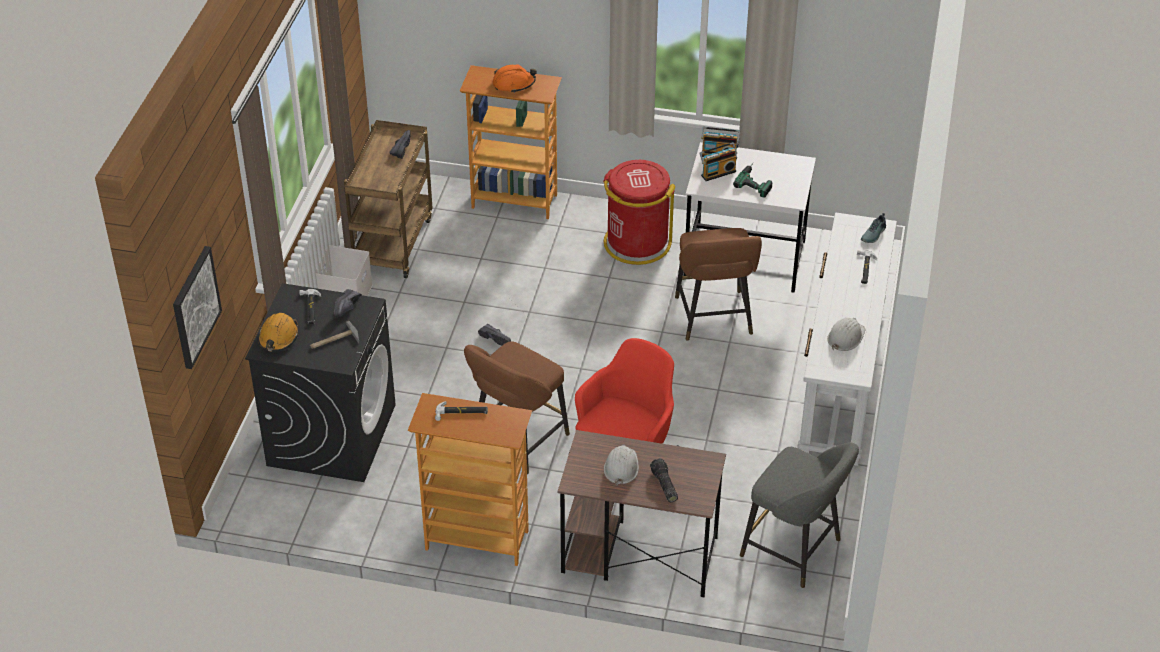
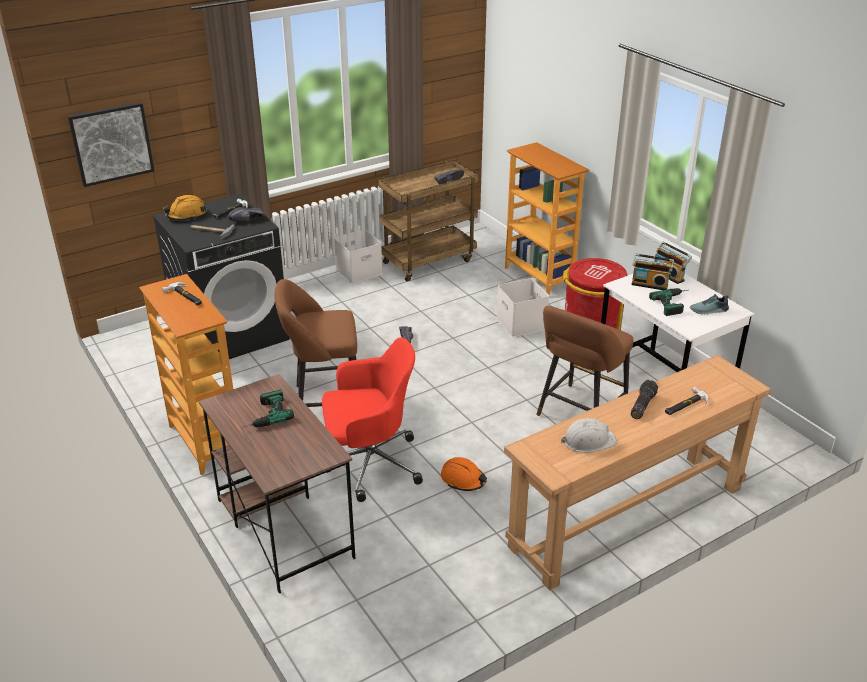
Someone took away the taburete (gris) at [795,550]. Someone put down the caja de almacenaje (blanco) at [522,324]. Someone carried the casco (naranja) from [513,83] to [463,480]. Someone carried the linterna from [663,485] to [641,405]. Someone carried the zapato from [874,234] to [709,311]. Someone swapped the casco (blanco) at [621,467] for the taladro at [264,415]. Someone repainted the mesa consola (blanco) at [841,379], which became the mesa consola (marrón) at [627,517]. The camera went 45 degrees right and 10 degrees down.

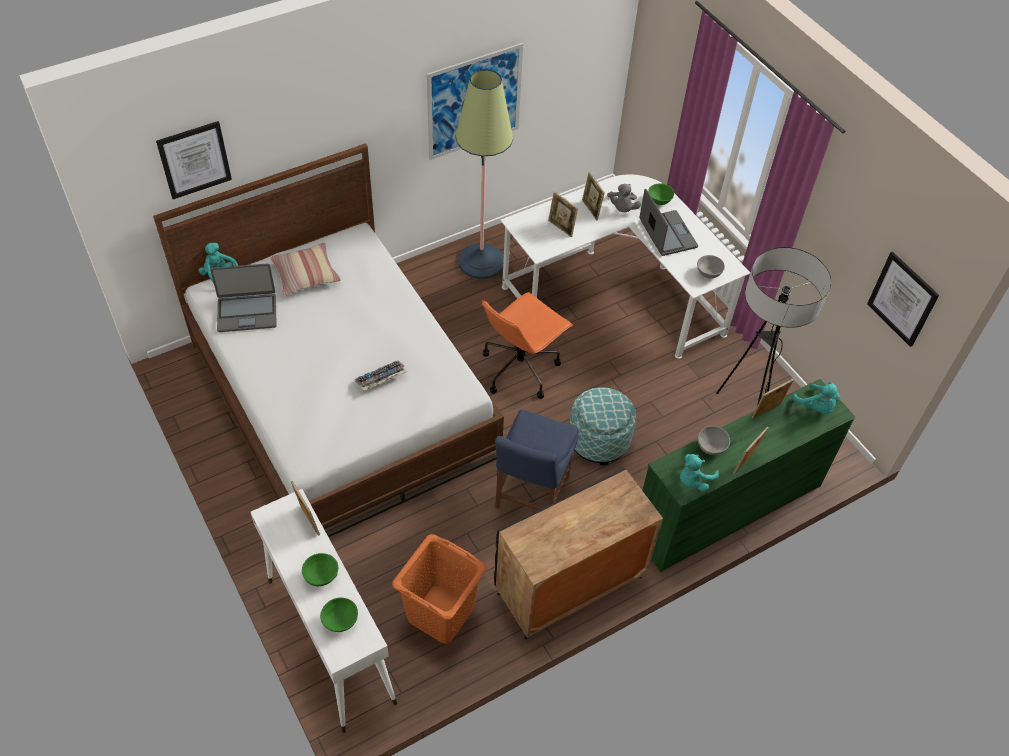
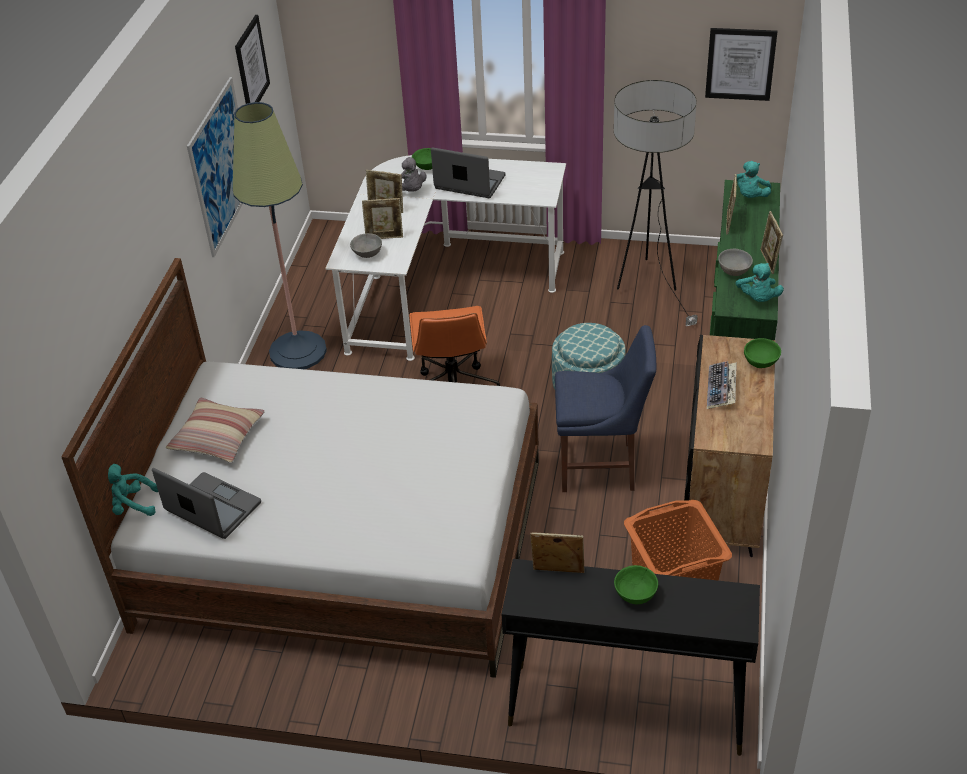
Someone carried the cuadro from [194,160] to [251,65]. Someone carried the cuenco (verde) from [340,621] to [761,363]. Someone carried the teclado from [381,379] to [721,390]. Someone carried the cuenco (gris) from [708,273] to [367,254]. Someone repainted the mesa consola (blanco) at [330,640], which became the mesa consola (negro) at [625,709]. Someone rotated the portátil at [247,313] by 90 degrees counterclockwise. Someone rotated the silla (azul) at [530,496] by 60 degrees counterclockwise. Someone rotated the peluche (turquesa) at [816,407] by 105 degrees clockwise. The camera went 45 degrees left and 10 degrees down.

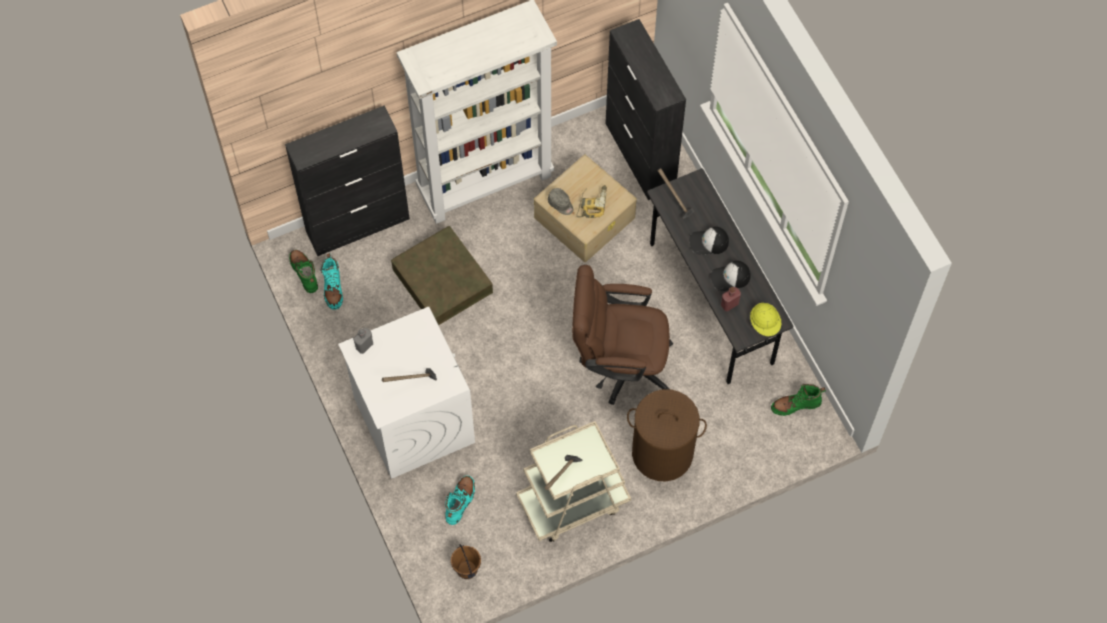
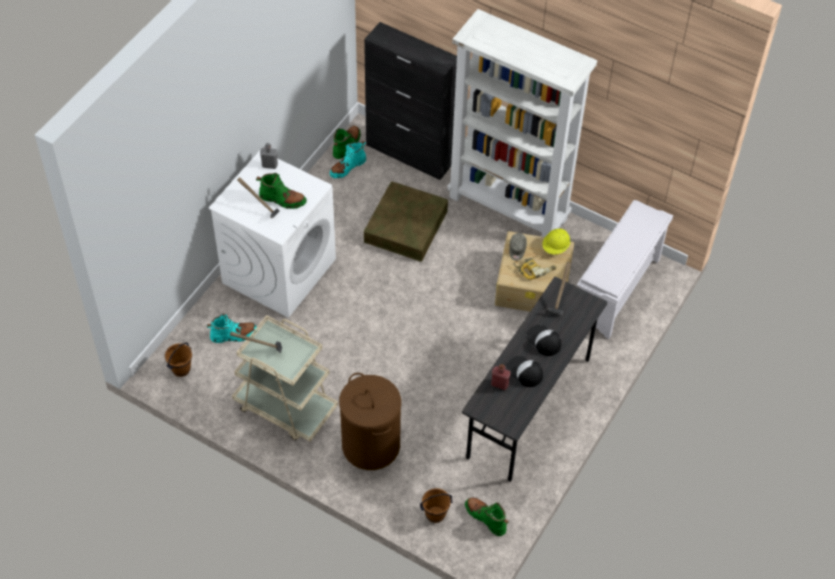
Someone took away the silla de oficina (marrón) at [618,363]. Someone put down the bota (verde) at [282,199]. Someone put down the cubo (marrón) at [435,514]. Someone carried the casco (amarillo) from [765,323] to [555,247]. Someone swapped the armario (negro) at [640,156] for the zapatero (blanco) at [617,291]. The camera went 55 degrees right and 10 degrees down.

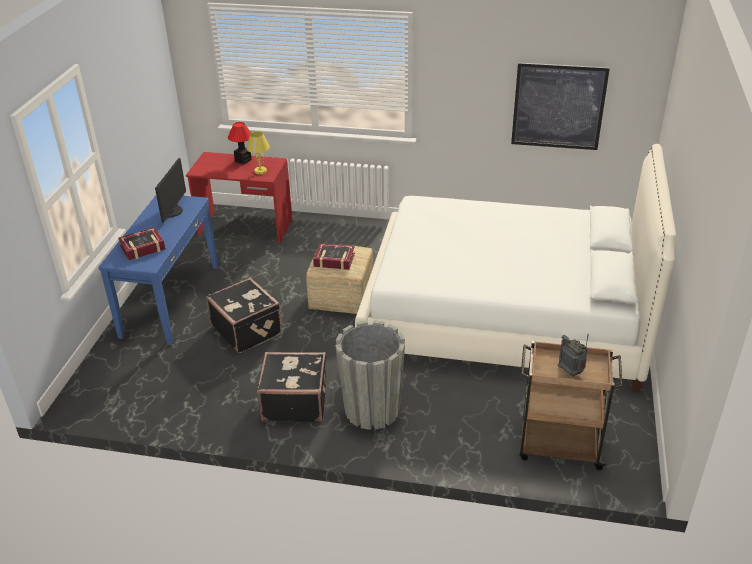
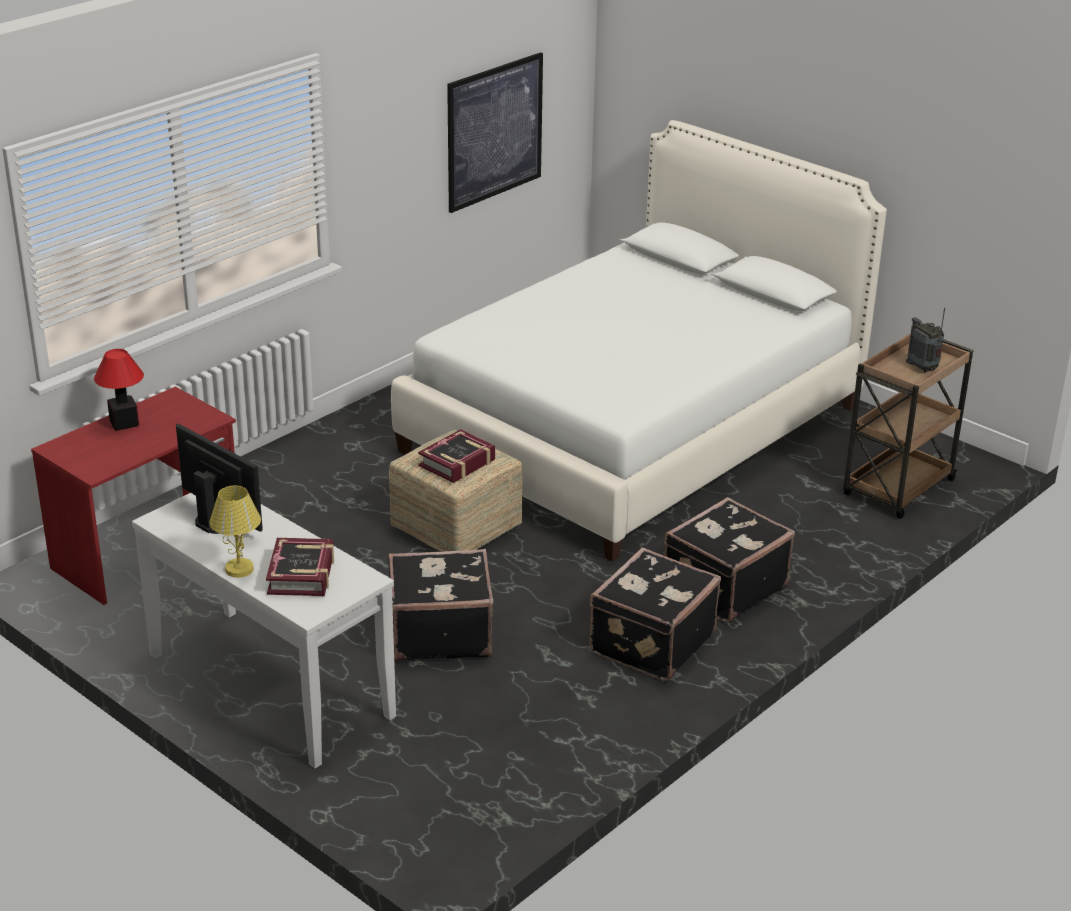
Someone carried the lámpara de mesa (amarillo) from [260,171] to [240,569]. Someone swapped the maceta (gris) at [372,410] for the maleta (negro) at [723,587]. Someone repainted the mesa consola (azul) at [170,300], which became the mesa consola (blanco) at [269,685]. Someone rotated the radio at [571,372] by 60 degrees clockwise. The camera went 60 degrees left and 5 degrees down.

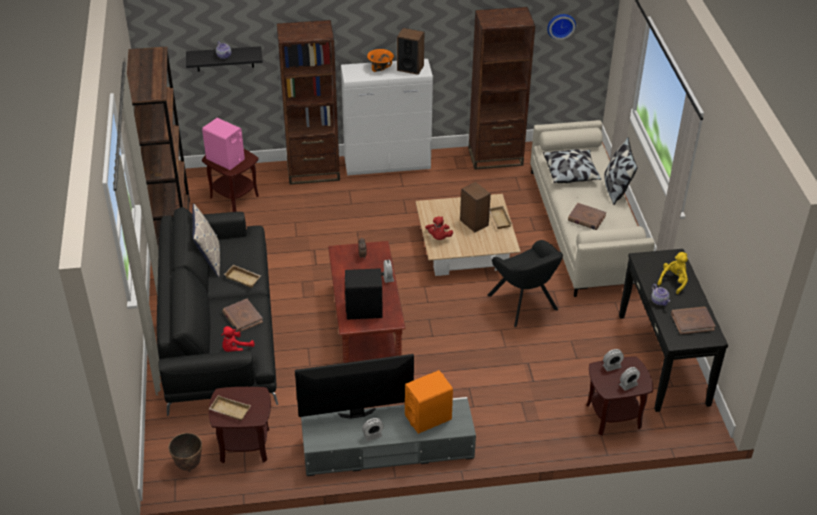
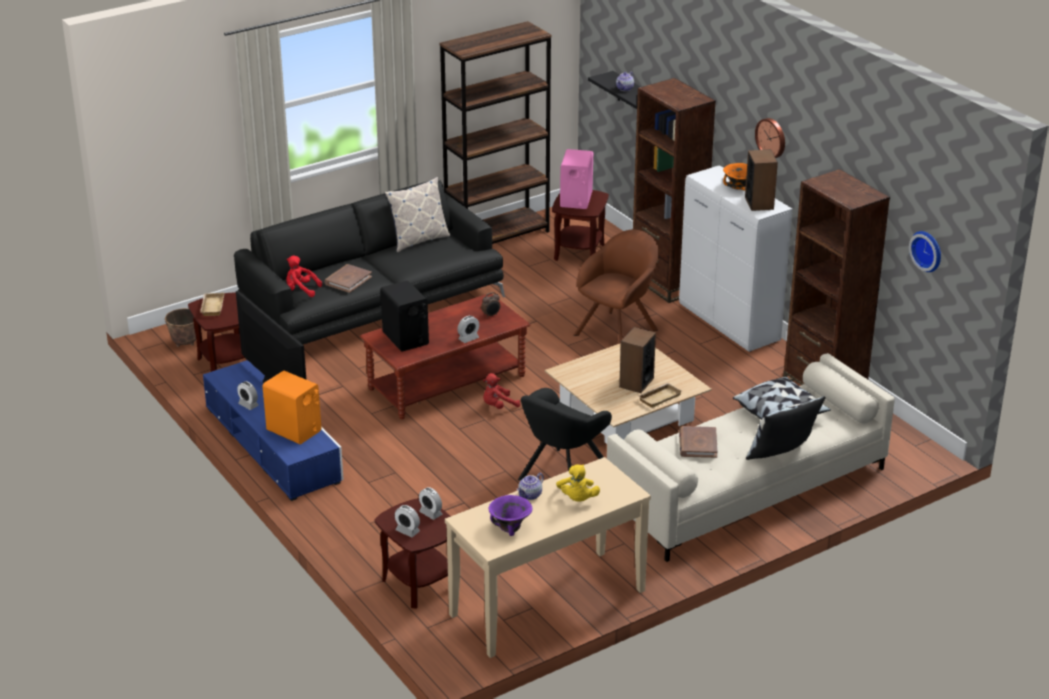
Someone took away the bandeja (beis) at [243,278]. Someone put down the sillón (marrón) at [618,330]. Someone put up the reloj de pared at [771,138]. Someone carried the peluche (rojo) from [438,237] to [498,406]. Someone swapped the libro (marrón) at [692,321] for the cuenco (morado) at [510,526]. Someone repainted the mueble de televisión (gris) at [387,448], which became the mueble de televisión (azul) at [273,444]. Someone repainted the mesa consola (negro) at [663,359], which became the mesa consola (beis) at [548,603]. Someone rotated the peluche (amarillo) at [673,281] by 75 degrees clockwise. The camera went 65 degrees right and 10 degrees down.

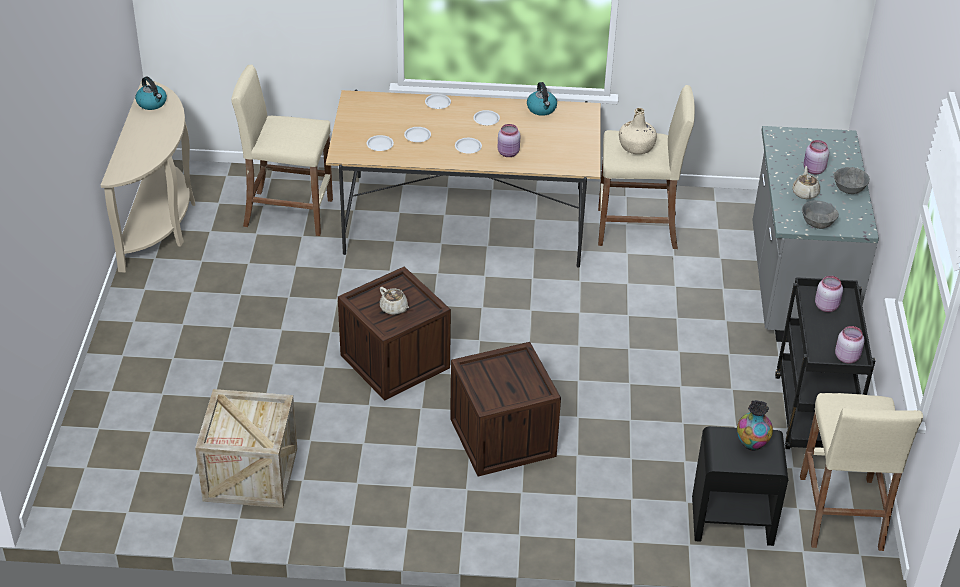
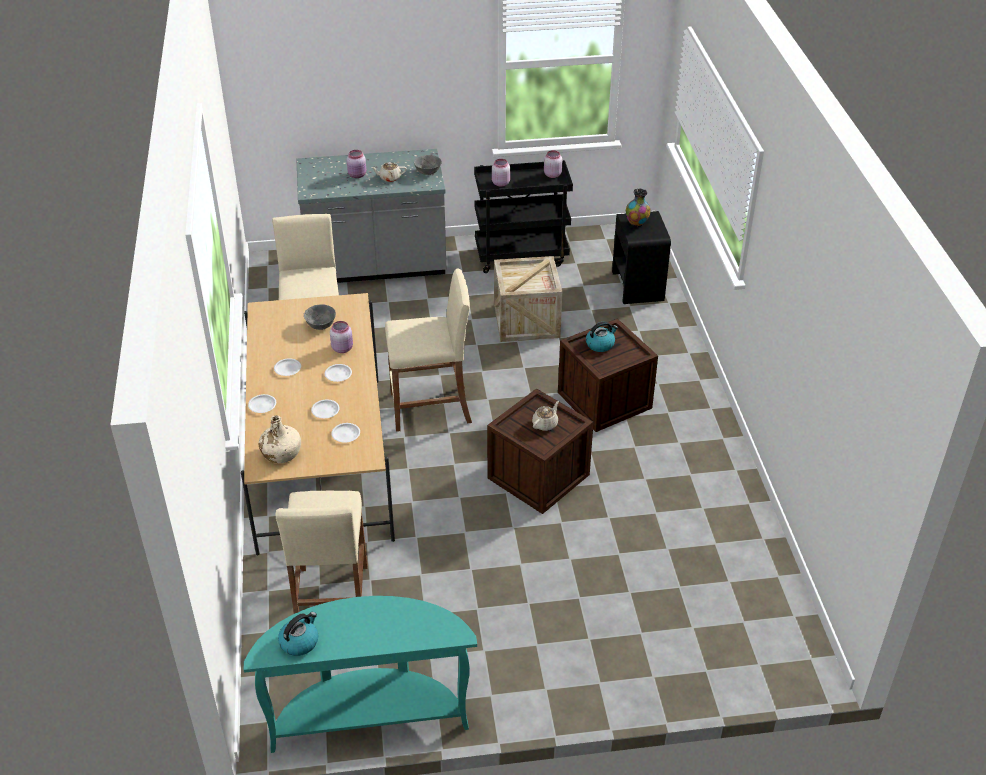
Someone carried the caja de embalaje from [250,474] to [526,321]. Someone carried the hervidor from [542,109] to [600,344]. Someone carried the botella (beis) from [636,147] to [281,453]. Someone carried the taburete (beis) from [841,513] to [431,408]. Someone carried the cuenco (gris) from [848,189] to [321,325]. Someone repainted the mesa consola (beis) at [160,222], which became the mesa consola (turquesa) at [369,716]. The camera went 100 degrees left and 0 degrees up.

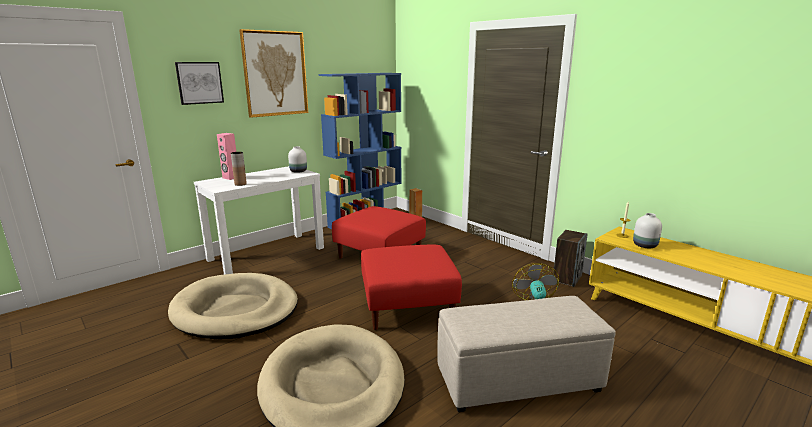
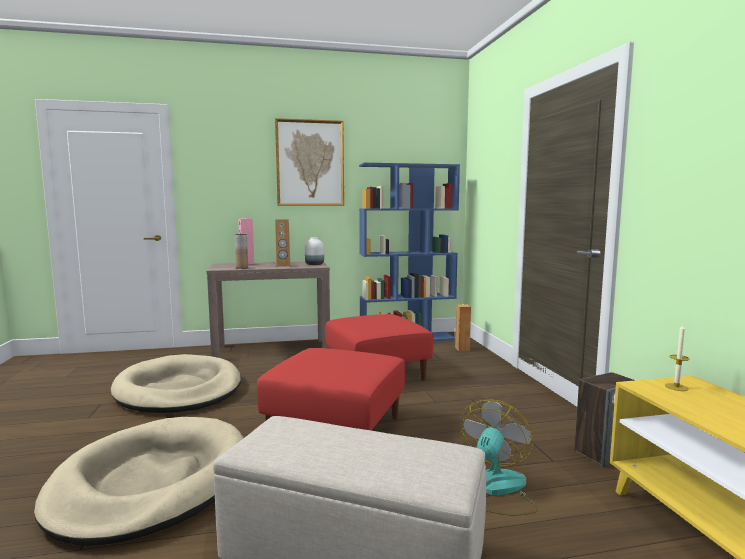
Someone took away the cuadro at [199,83]. Someone took away the florero (blanco) at [645,245]. Someone put down the altavoz (marrón) at [283,265]. Someone repainted the mesa consola (blanco) at [267,253], which became the mesa consola (marrón) at [272,350]. The camera went 30 degrees right and 10 degrees down.

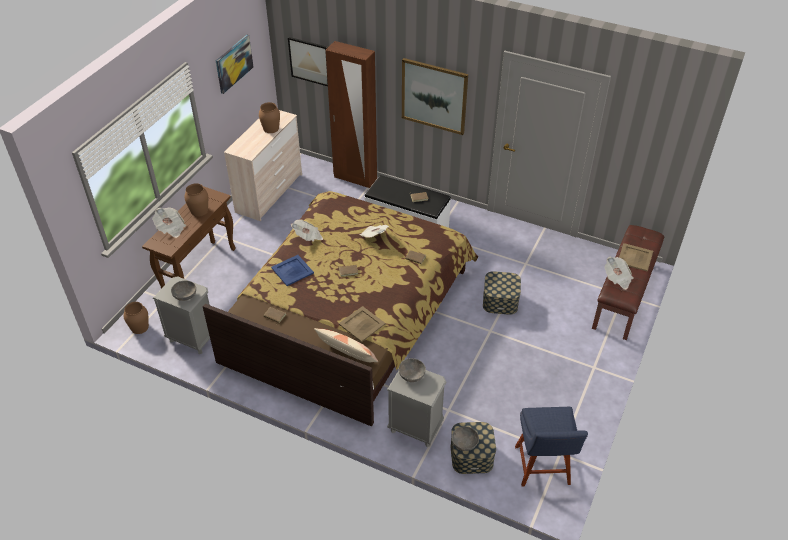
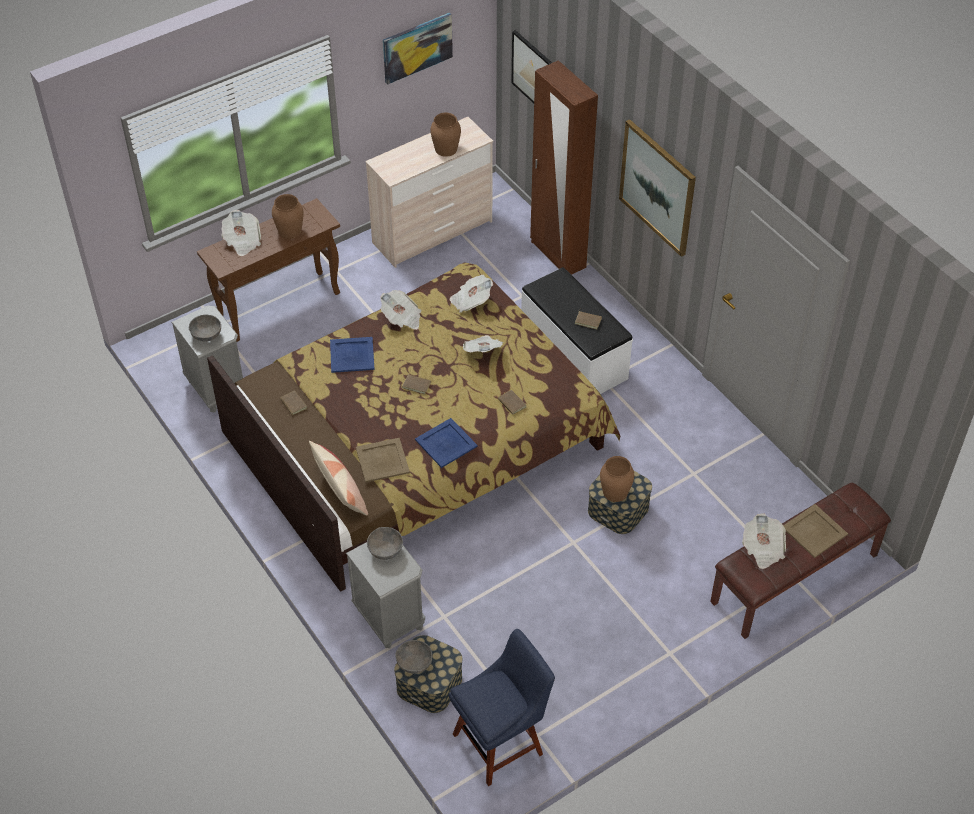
Someone put down the bandeja (azul) at [445,443]. Someone put down the periódico at [471,301]. Someone carried the florero (marrón) from [139,327] to [615,491]. Someone rotated the silla (azul) at [542,468] by 150 degrees counterclockwise. The camera went 30 degrees right and 5 degrees up.

